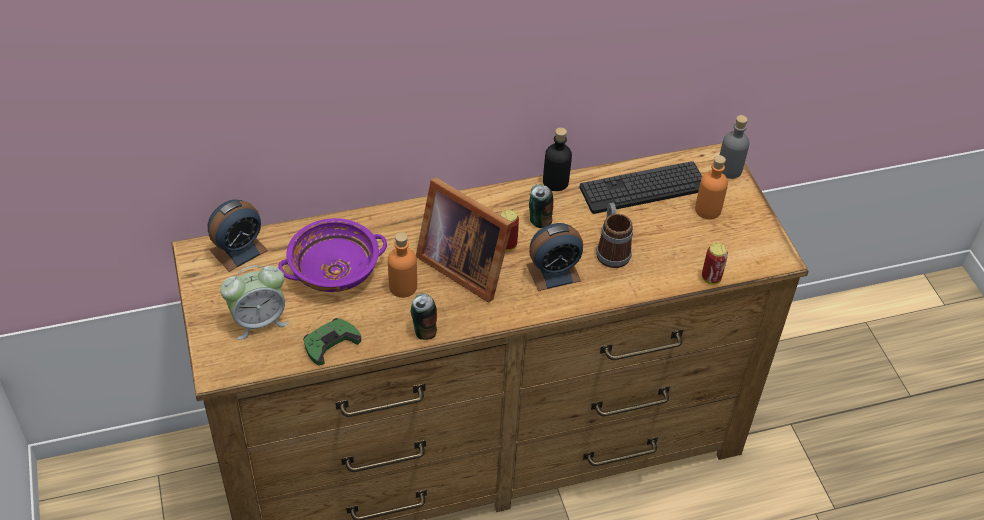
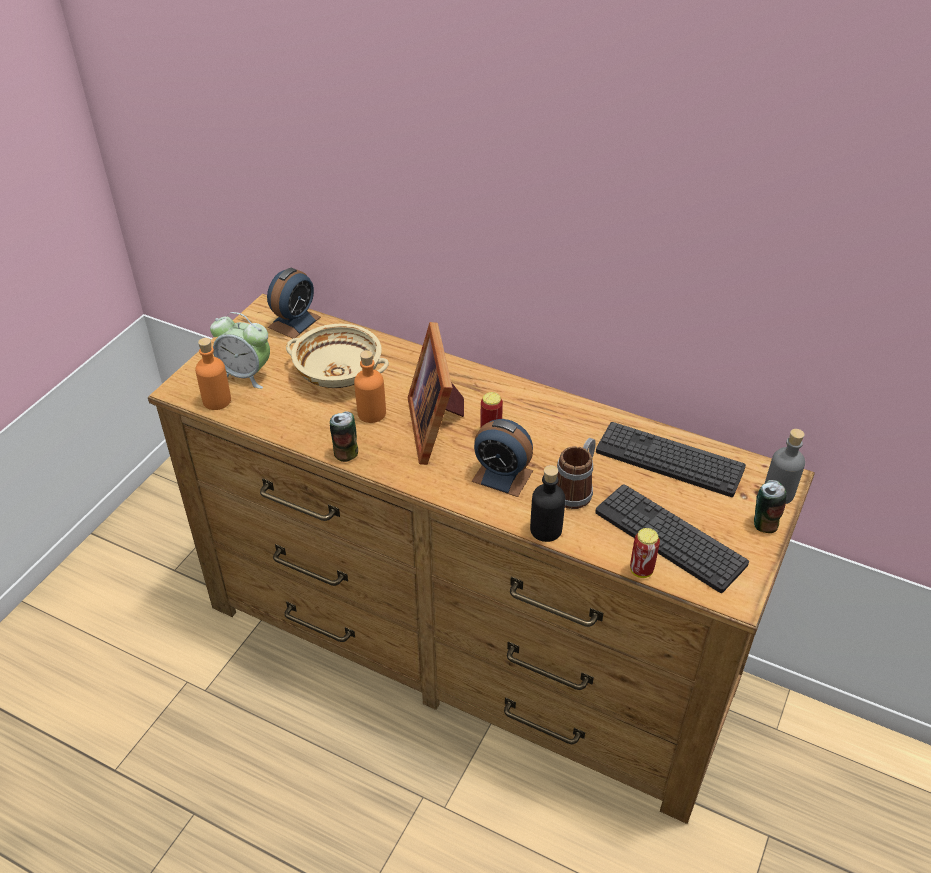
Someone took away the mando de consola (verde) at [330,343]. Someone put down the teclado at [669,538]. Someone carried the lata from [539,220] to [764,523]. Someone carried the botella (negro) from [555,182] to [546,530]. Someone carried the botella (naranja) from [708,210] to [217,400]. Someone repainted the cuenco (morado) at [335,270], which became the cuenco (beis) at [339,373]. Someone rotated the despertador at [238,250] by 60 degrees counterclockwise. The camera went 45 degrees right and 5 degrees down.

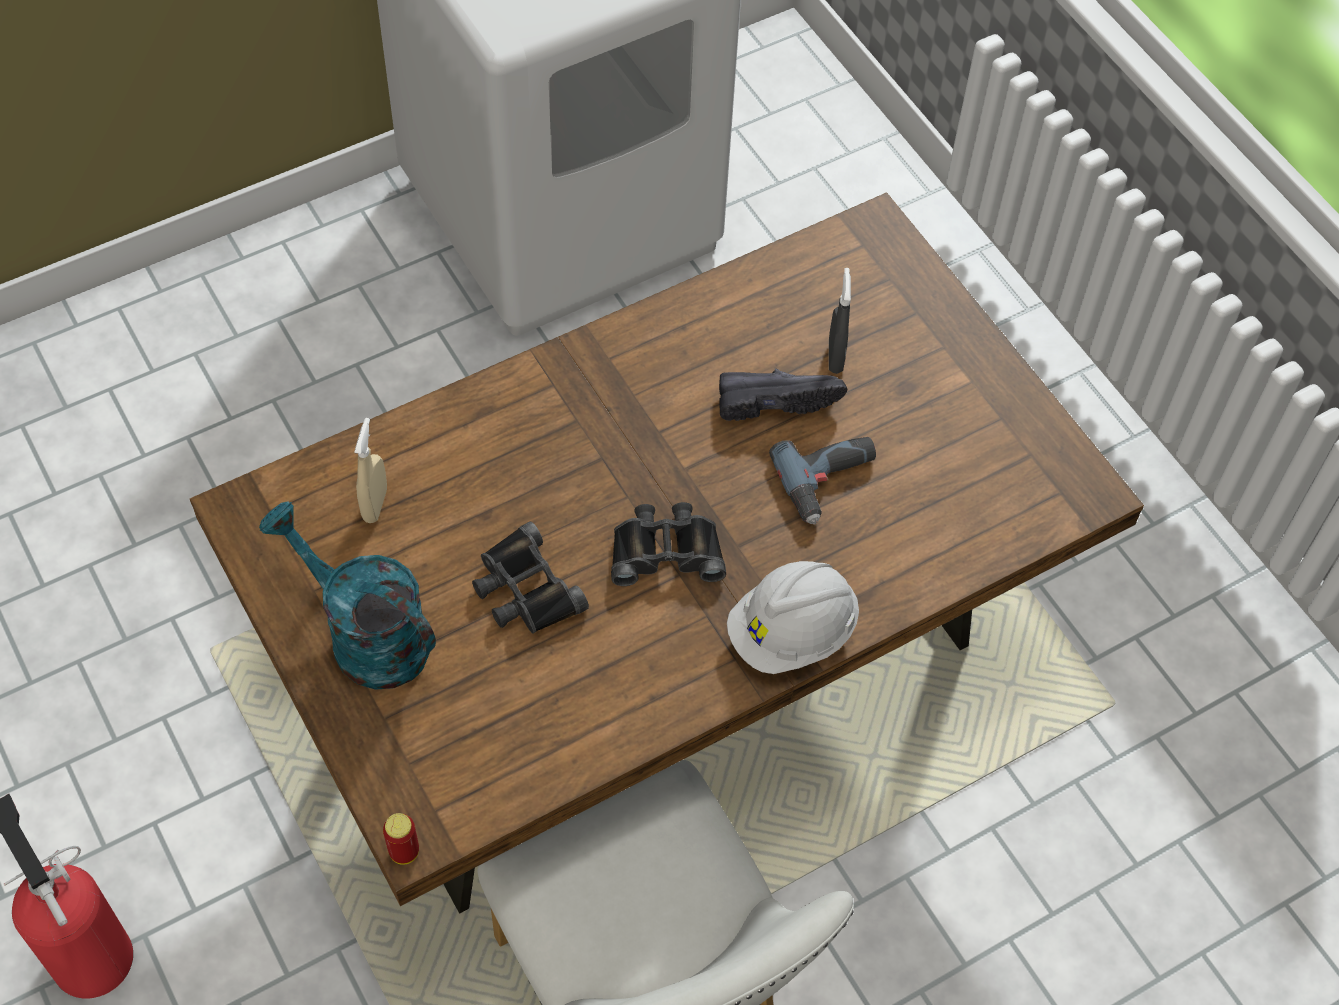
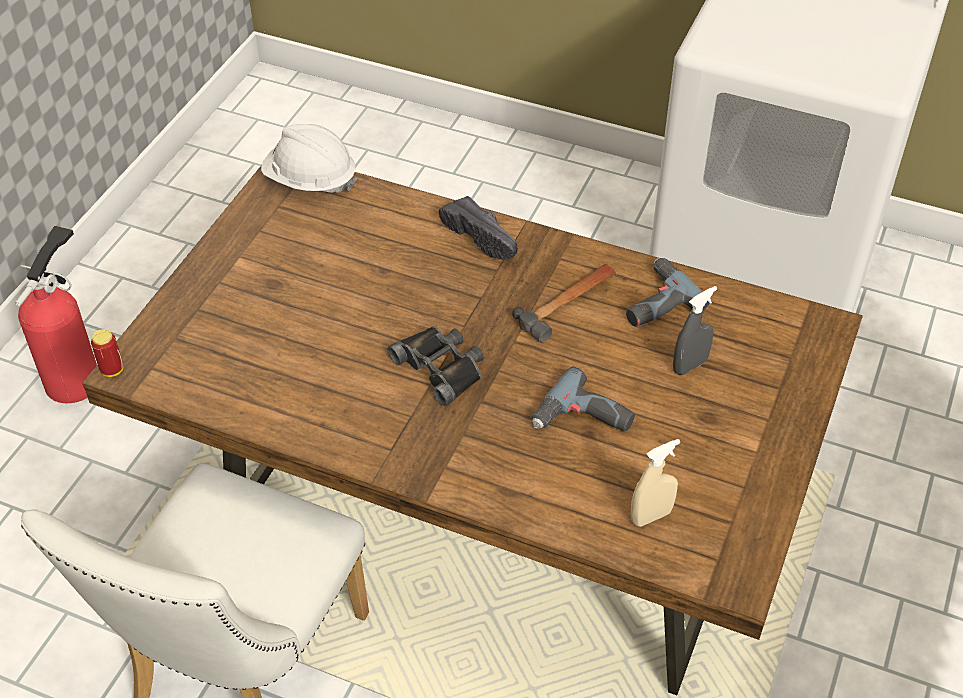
Someone took away the regadera (turquesa) at [365,635]. Someone took away the prismáticos (negro) at [525,589]. Someone put down the martillo at [568,303]. Someone put down the taladro at [654,301]. Someone carried the pulverizador (beis) from [375,504] to [651,516]. Someone carried the zapato (negro) from [776,399] to [484,237]. Someone carried the casco (blanco) from [792,633] to [310,181]. The camera went 55 degrees right and 10 degrees down.

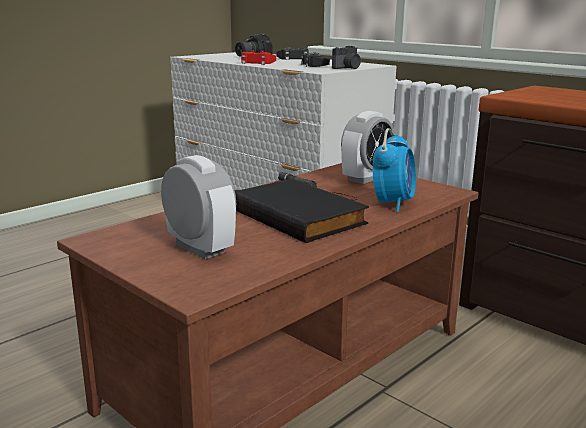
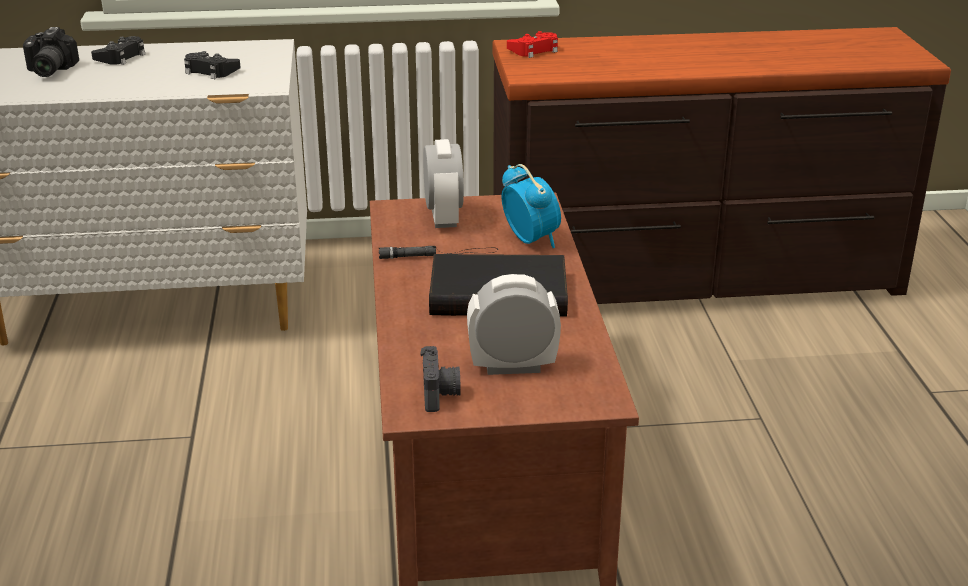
Someone carried the mando de consola (rojo) from [257,63] to [534,50]. Someone carried the cámara from [347,68] to [440,394]. The camera went 50 degrees left and 10 degrees up.

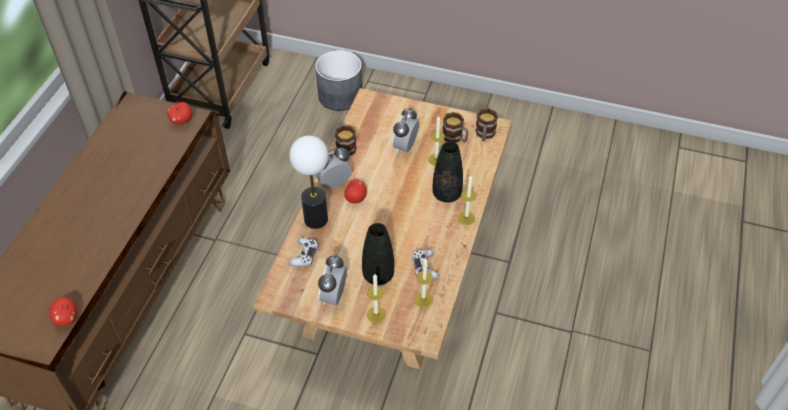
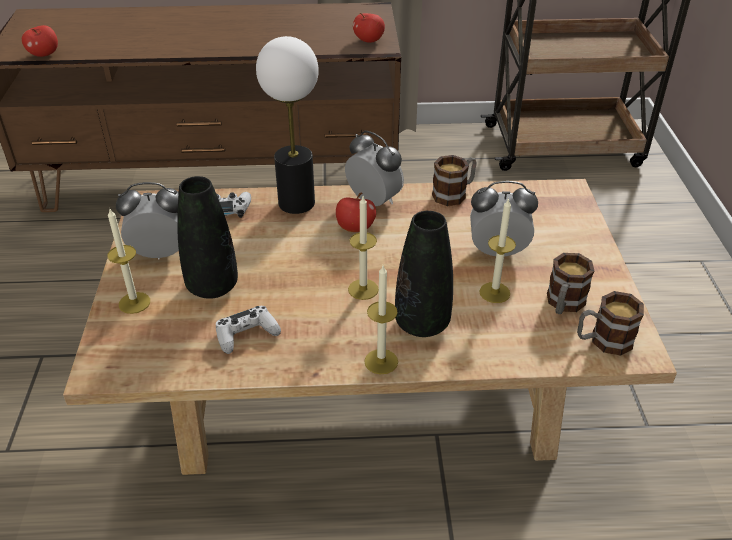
Someone took away the maceta (gris) at [340,95]. Someone carried the vela from [423,299] to [363,289]. The camera went 70 degrees right and 10 degrees down.

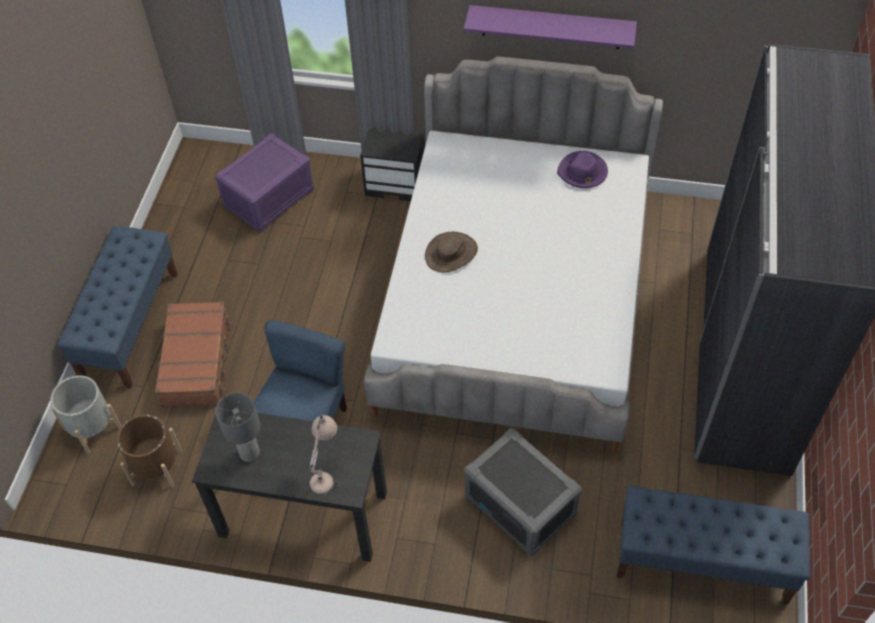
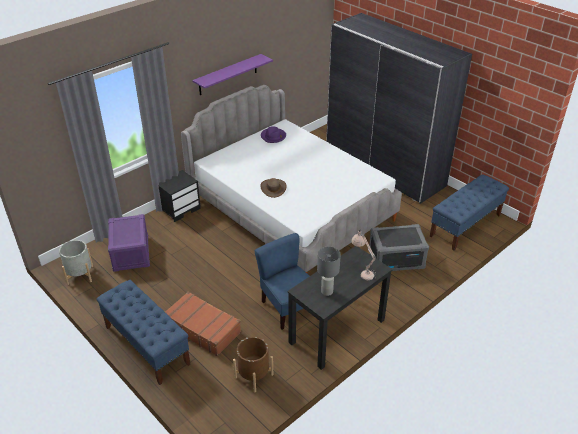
Someone carried the maceta (gris) from [92,428] to [80,275]. The camera went 55 degrees left and 15 degrees down.

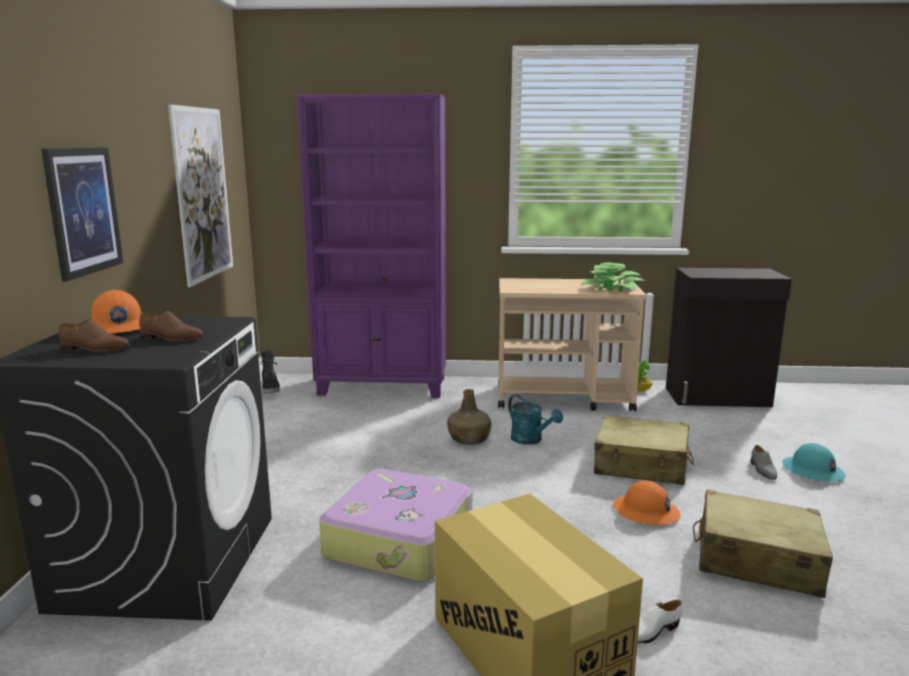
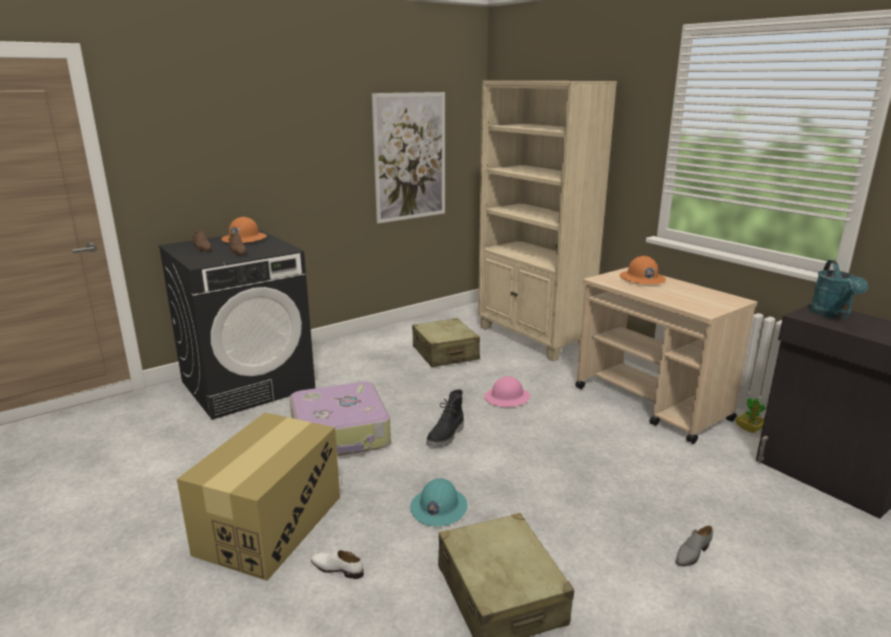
Someone took away the cuadro at [83,211]. Someone took away the planta en maceta at [612,288]. Someone carried the bota (negro) from [271,388] to [446,436]. Someone carried the regadera (turquesa) from [531,440] to [832,314]. Someone carried the maleta (beis) from [641,465] to [445,353]. Someone carried the casco (naranja) from [646,511] to [641,279]. Someone carried the casco (turquesa) from [812,471] to [438,508]. Someone swapped the botella (verde) at [469,439] for the casco (rosa) at [507,398]. Someone repainted the estantería (morado) at [383,386], which became the estantería (beis) at [533,338]. The camera went 50 degrees right and 5 degrees up.

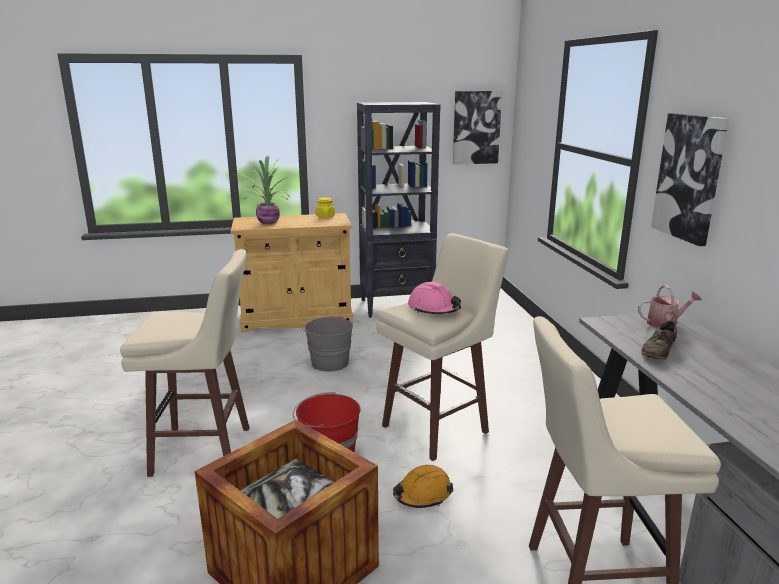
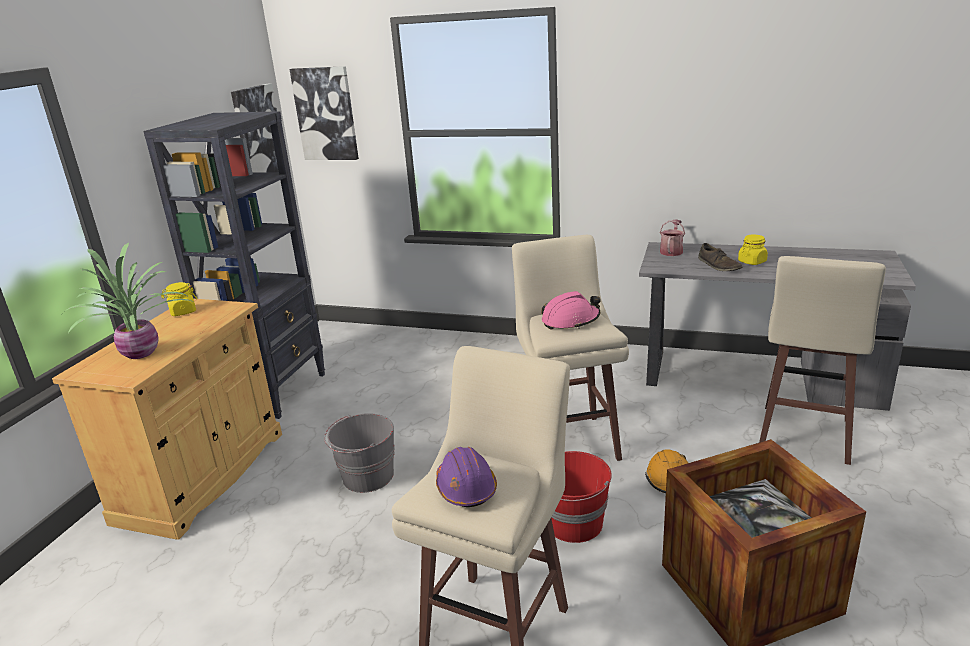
Someone put down the casco (morado) at [466,488]. Someone put down the tarro (amarillo) at [752,261]. Someone carried the cuadro from [689,177] to [326,114]. The camera went 60 degrees left and 5 degrees up.

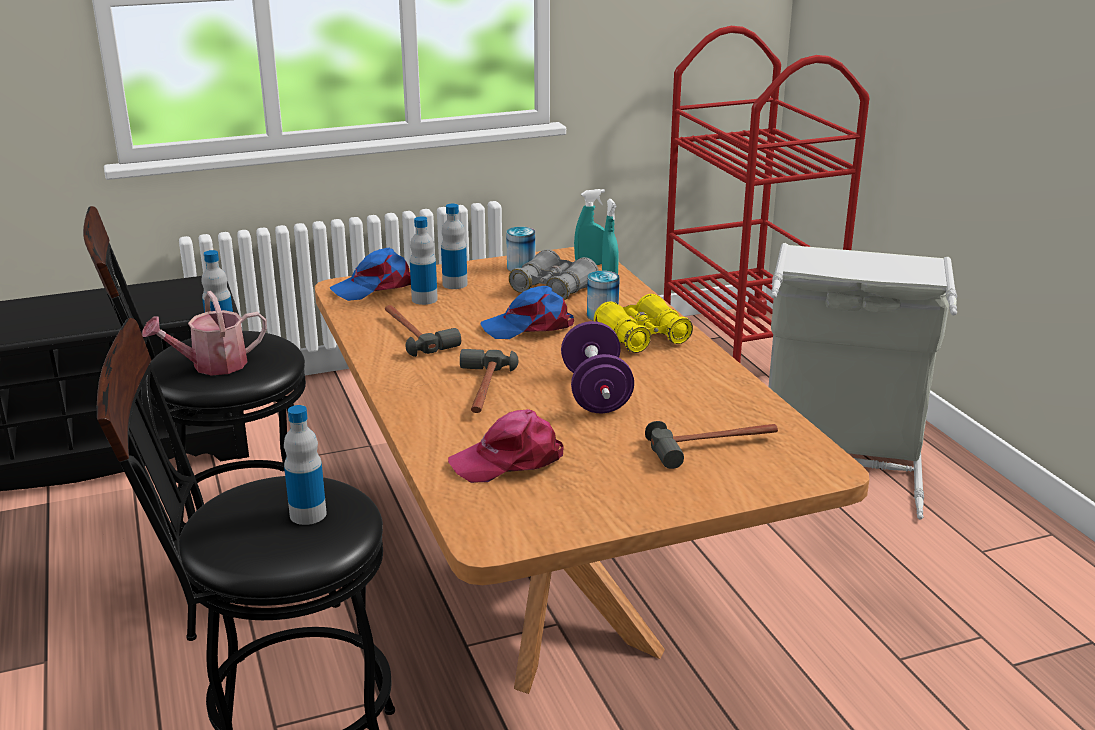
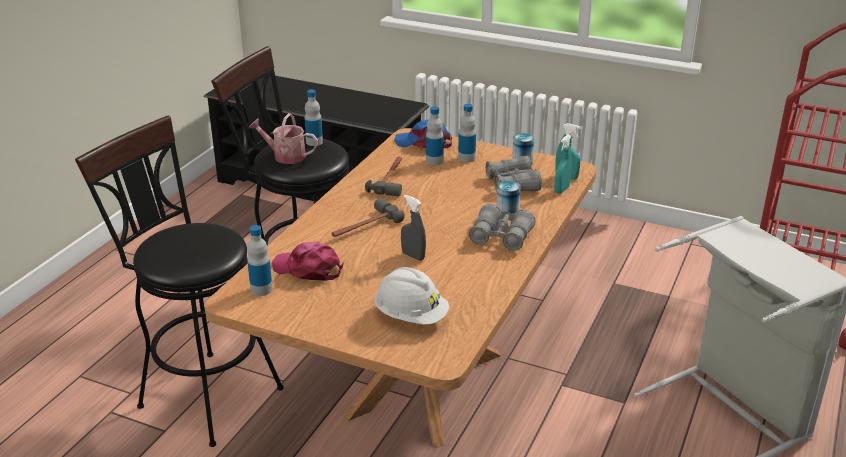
Someone took away the gorra (azul) at [529,326]. Someone carried the botella from [308,514] to [261,289]. Someone swapped the mancuerna (morado) at [596,393] for the pulverizador (gris) at [413,256]. Someone swapped the martillo at [714,447] for the casco (blanco) at [411,316]. Someone repainted the prismáticos (amarillo) at [642,338], which became the prismáticos (gris) at [501,237]. The camera went 45 degrees right and 5 degrees up.

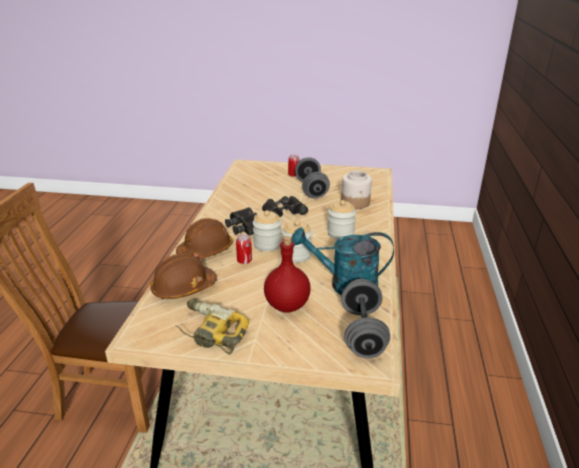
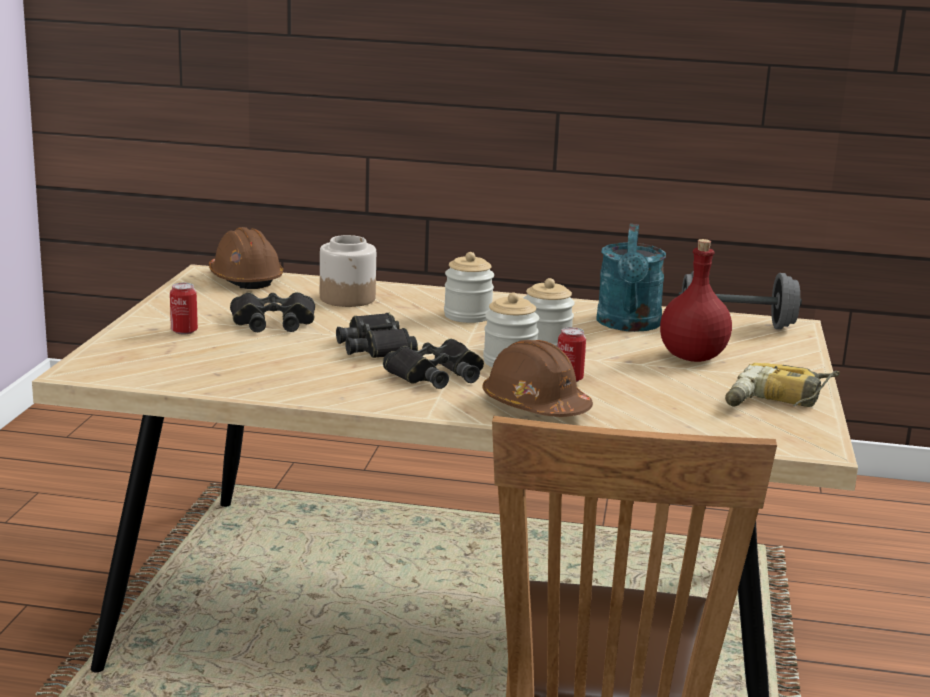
Someone carried the casco (marrón) from [183,288] to [245,279]. Someone swapped the mancuerna (gris) at [311,189] for the prismáticos (negro) at [273,322]. The camera went 90 degrees left and 10 degrees down.

